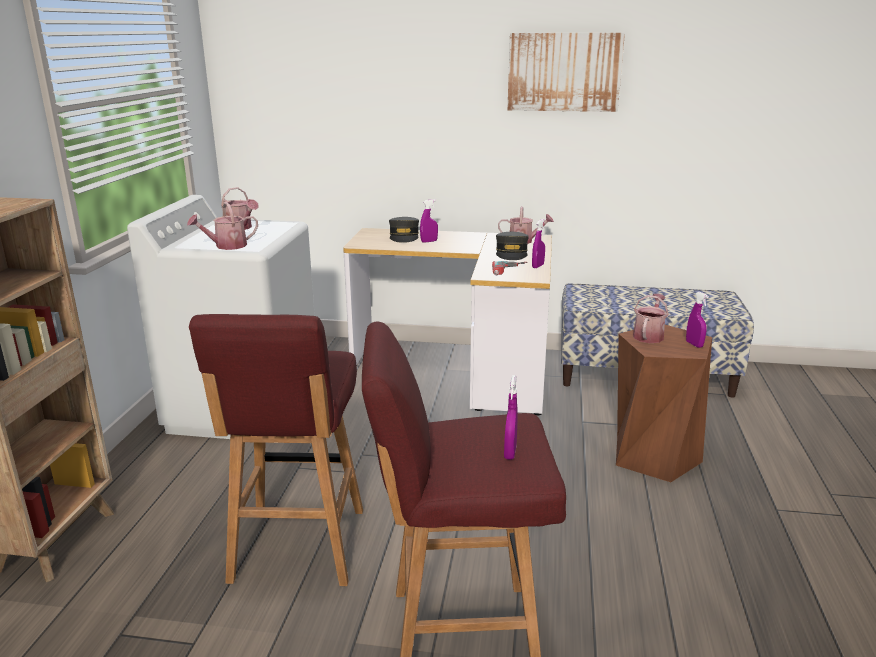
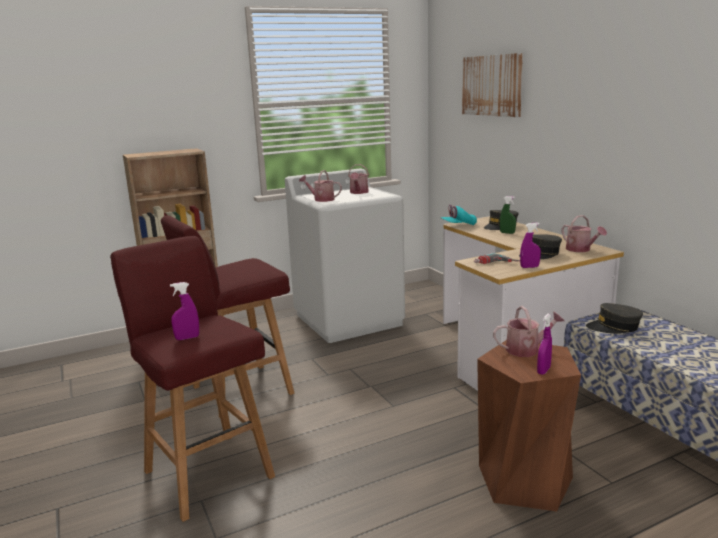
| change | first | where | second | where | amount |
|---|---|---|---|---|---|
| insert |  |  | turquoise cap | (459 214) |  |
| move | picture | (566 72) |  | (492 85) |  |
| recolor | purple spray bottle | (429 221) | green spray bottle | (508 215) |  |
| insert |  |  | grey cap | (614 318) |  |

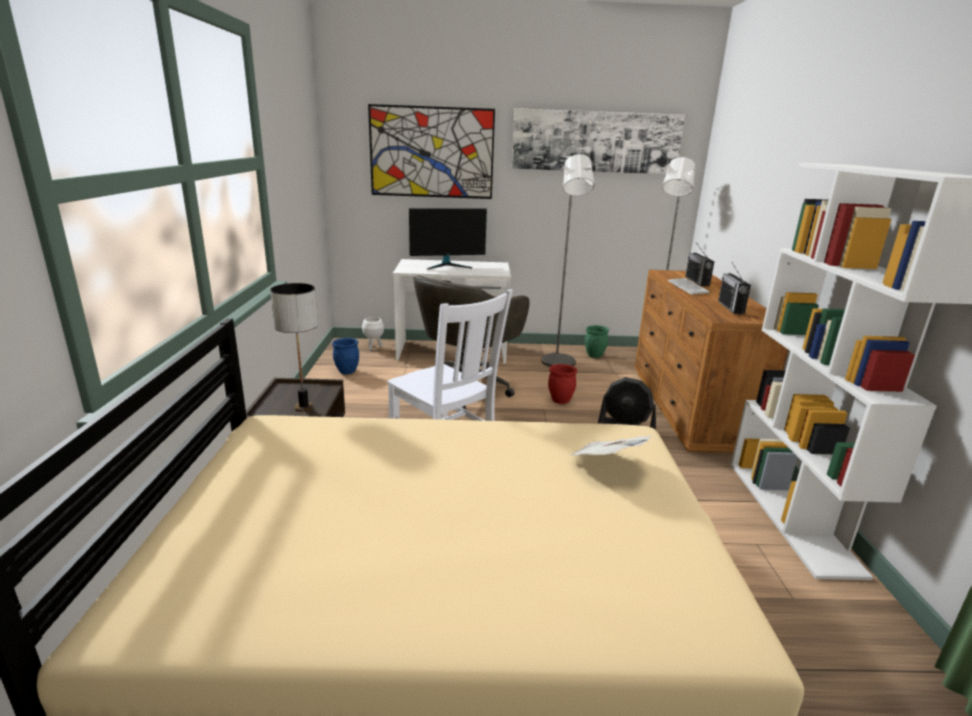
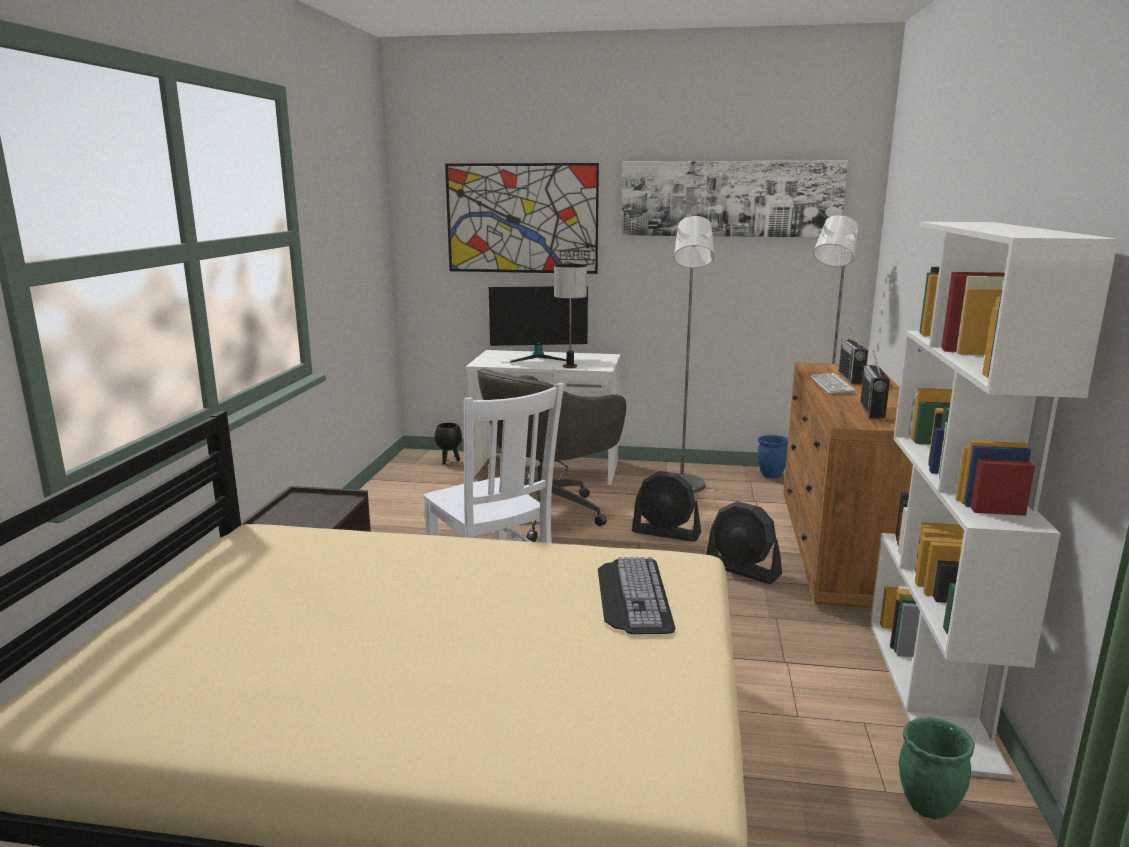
| change | first | where | second | where | amount |
|---|---|---|---|---|---|
| recolor | white planter | (373 333) | black planter | (448 443) |  |
| move | table lamp | (294 347) |  | (570 316) |  |
| replace | newspaper | (610 446) | keyboard | (636 595) |  |
| replace | red planter | (562 384) | black fan | (666 506) |  |
| move | blue planter | (345 356) |  | (772 456) |  |
| move | green planter | (597 341) |  | (937 768) |  |

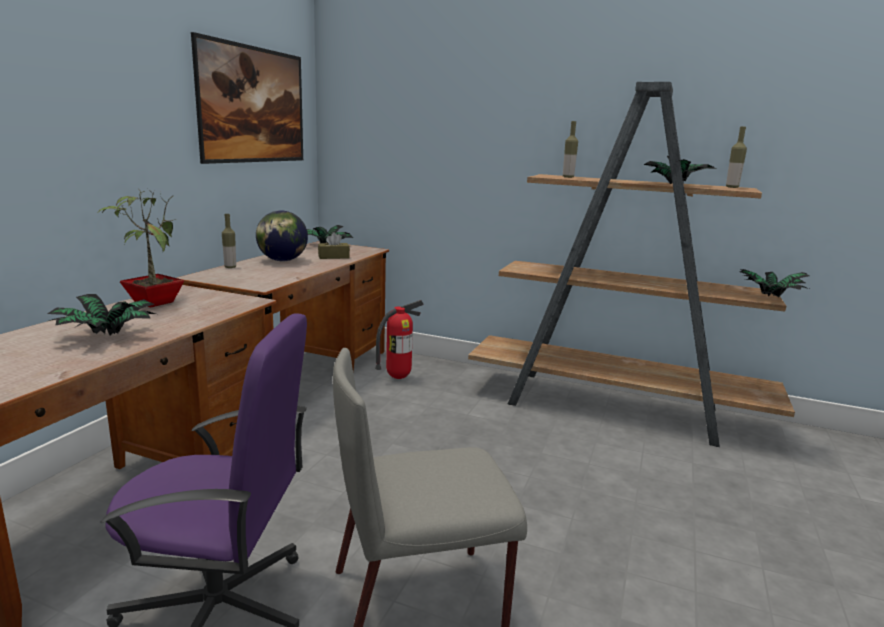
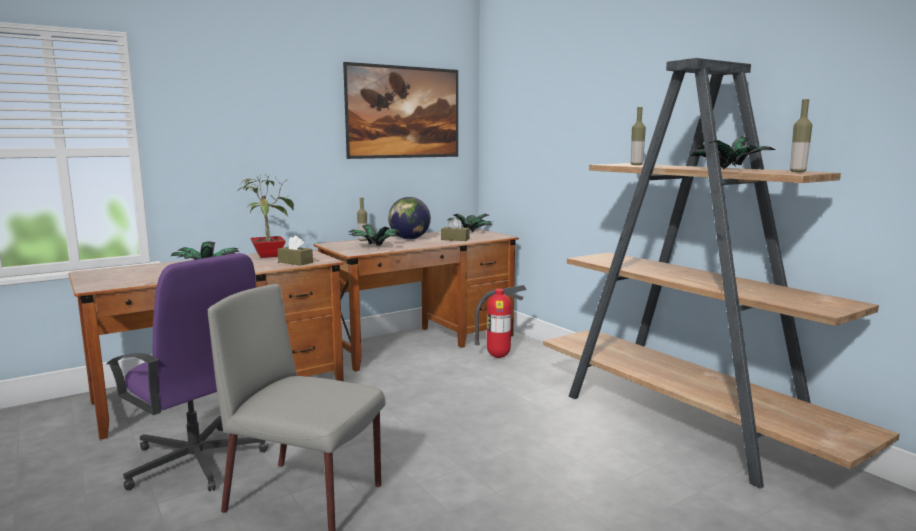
| change | first | where | second | where | amount |
|---|---|---|---|---|---|
| insert |  |  | brown tissue box | (295 250) |  |
| move | potted plant | (774 283) |  | (375 235) |  |

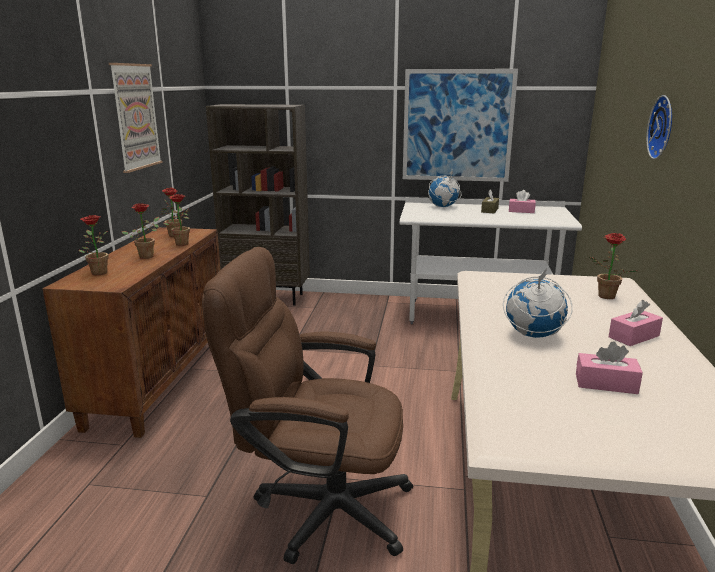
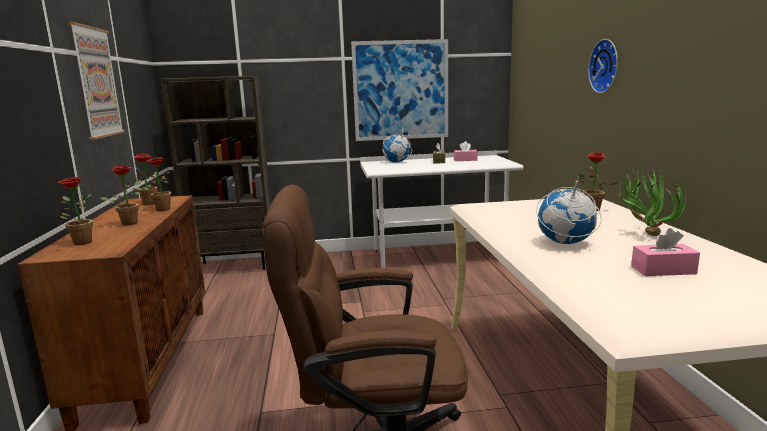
| change | first | where | second | where | amount |
|---|---|---|---|---|---|
| replace | pink tissue box | (636 323) | potted plant | (652 203) |  |

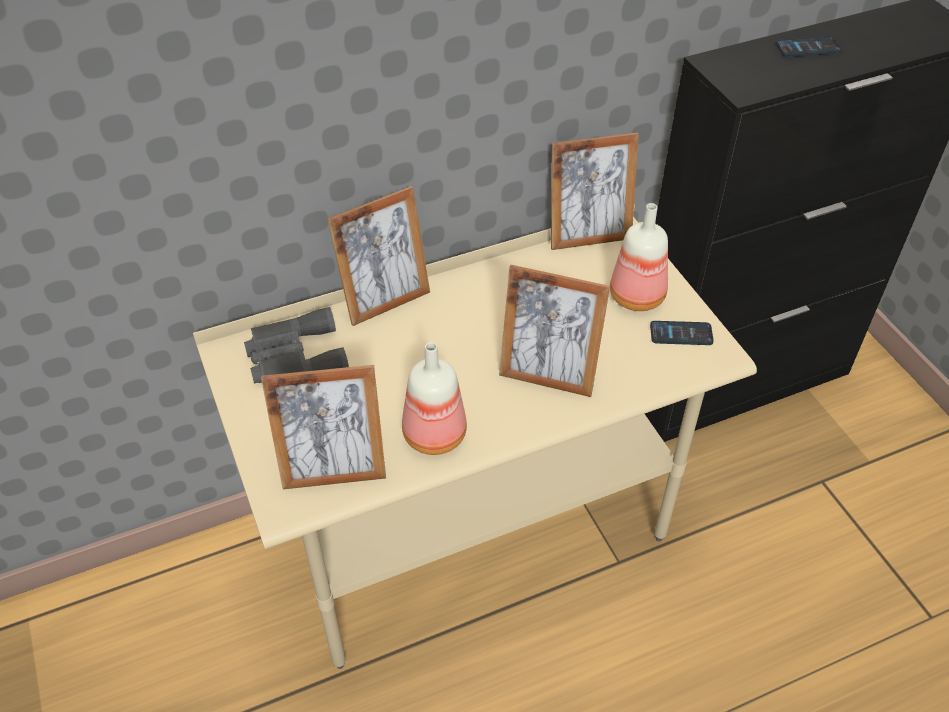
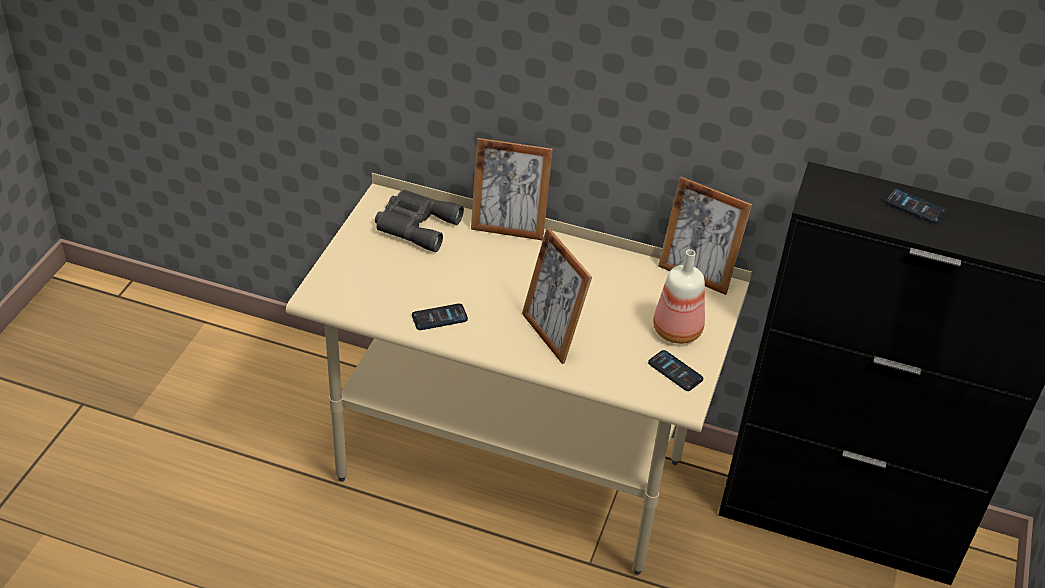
| change | first | where | second | where | amount |
|---|---|---|---|---|---|
| replace | bottle | (434 398) | phone | (440 317) |  |
| delete | picture frame | (323 427) |  |  |  |

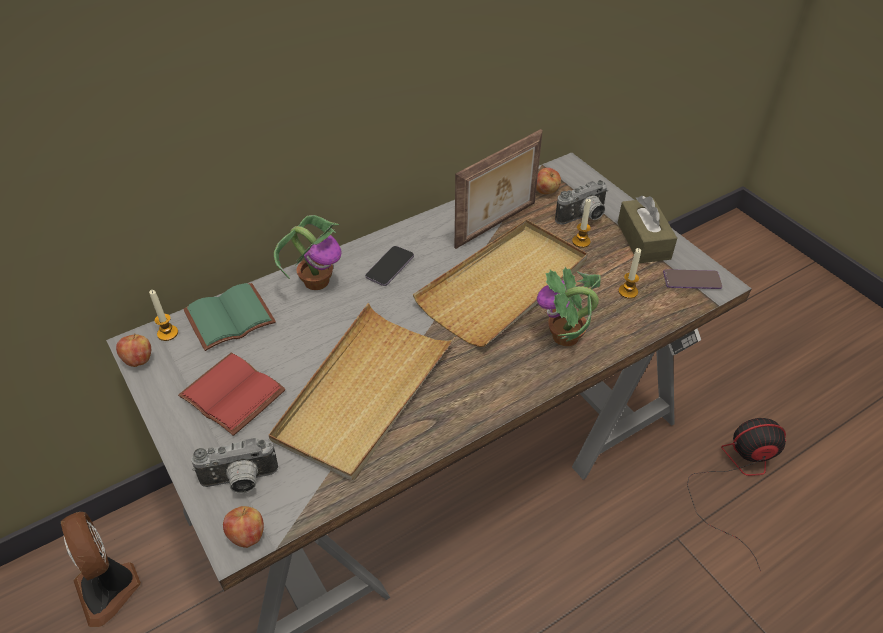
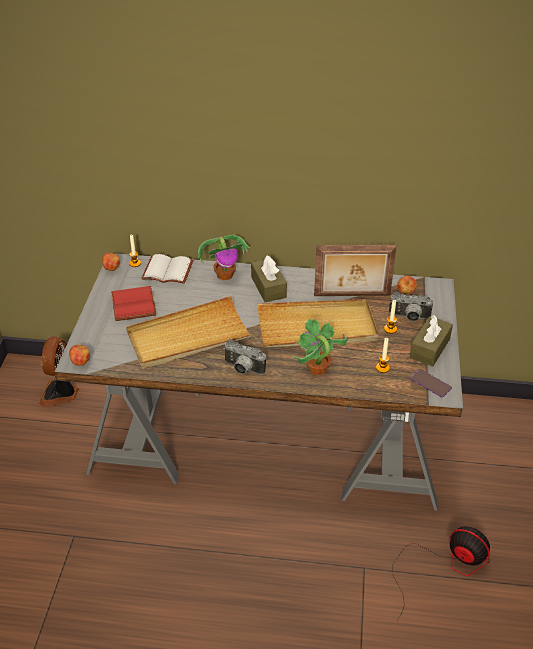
| change | first | where | second | where | amount |
|---|---|---|---|---|---|
| recolor | green book | (229 317) | white book | (167 269) |  |
| move | photo camera | (234 466) |  | (244 357) |  |
| replace | phone | (389 266) | brown tissue box | (269 278) |  |

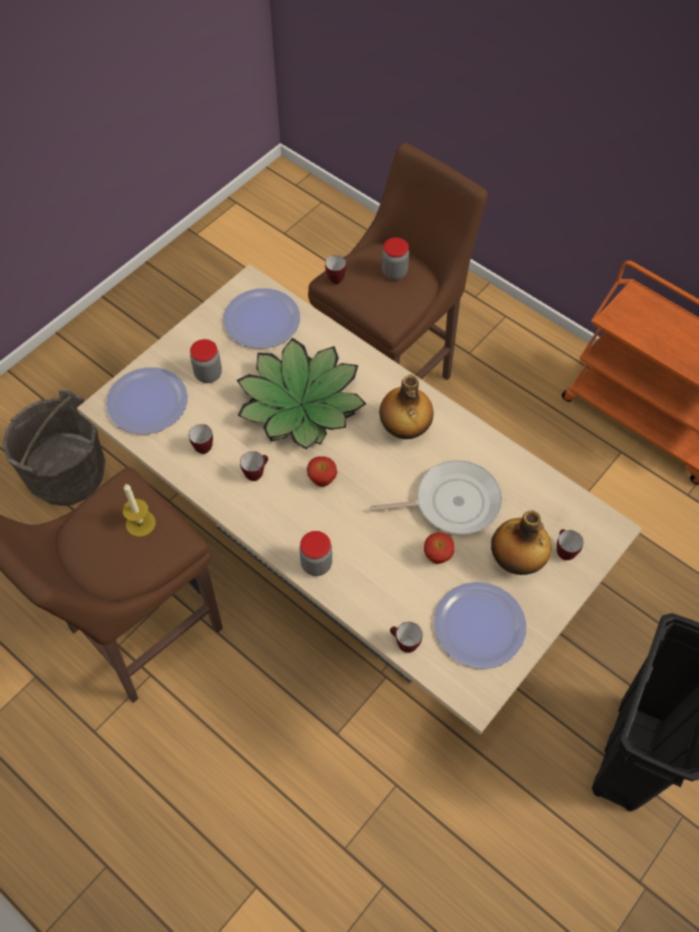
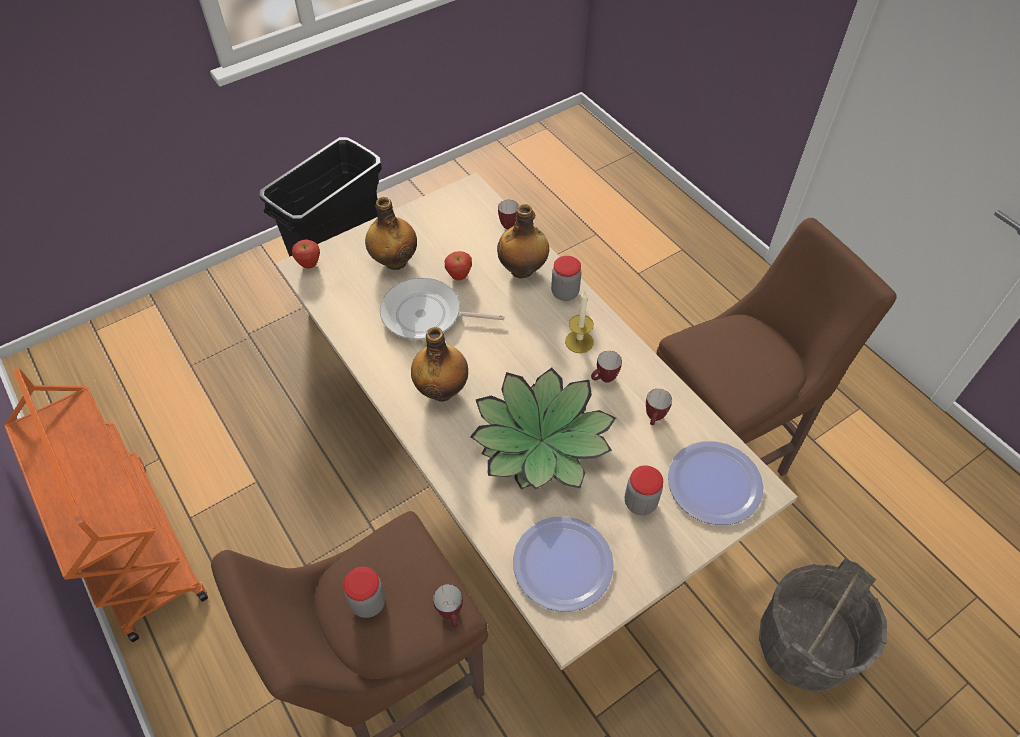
| change | first | where | second | where | amount |
|---|---|---|---|---|---|
| move | apple | (322 471) |  | (306 254) |  |
| insert |  |  | bottle | (523 241) |  |
| move | candle | (139 510) |  | (579 322) |  |
| delete | plate | (480 625) |  |  |  |
| delete | mug | (570 544) |  |  |  |

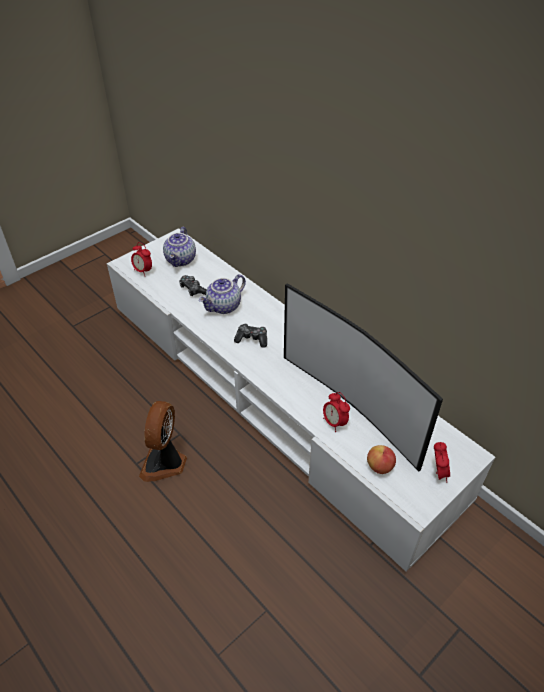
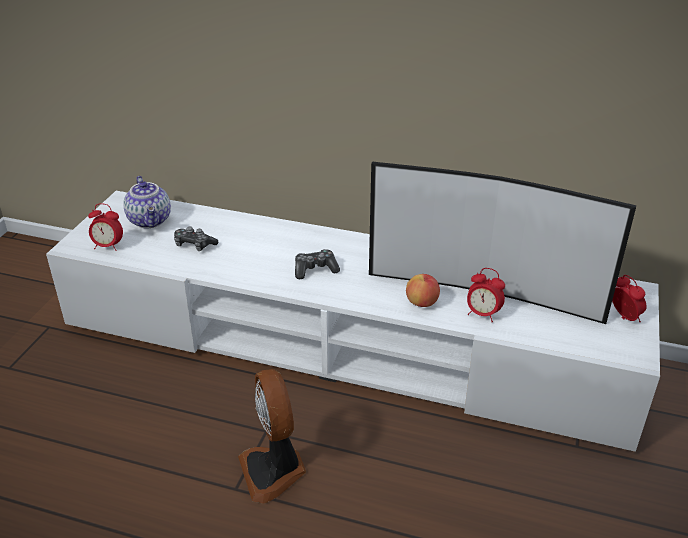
| change | first | where | second | where | amount |
|---|---|---|---|---|---|
| move | apple | (381 459) |  | (423 290) |  |
| delete | teapot | (222 294) |  |  |  |

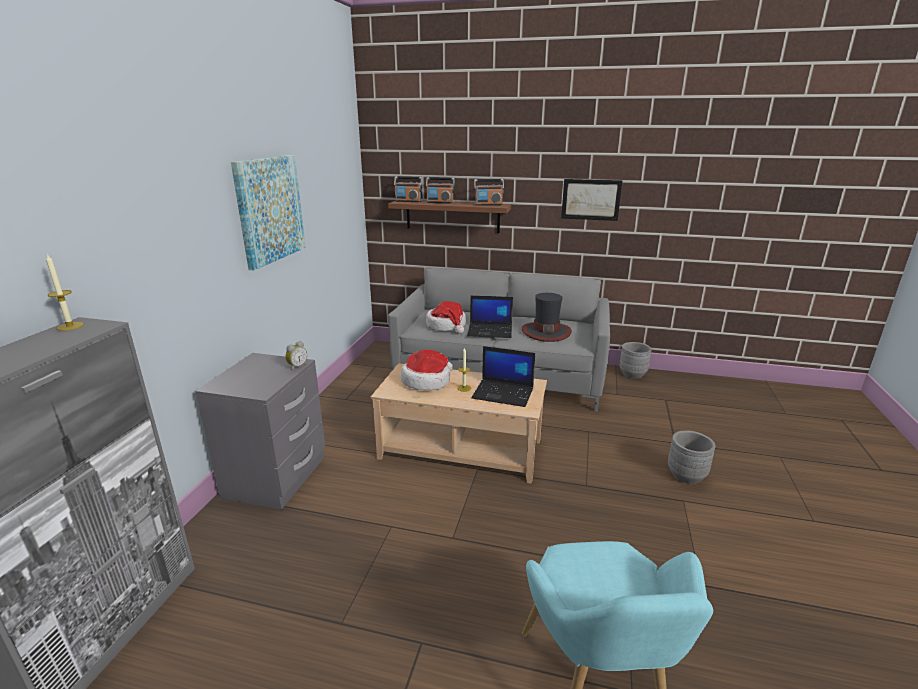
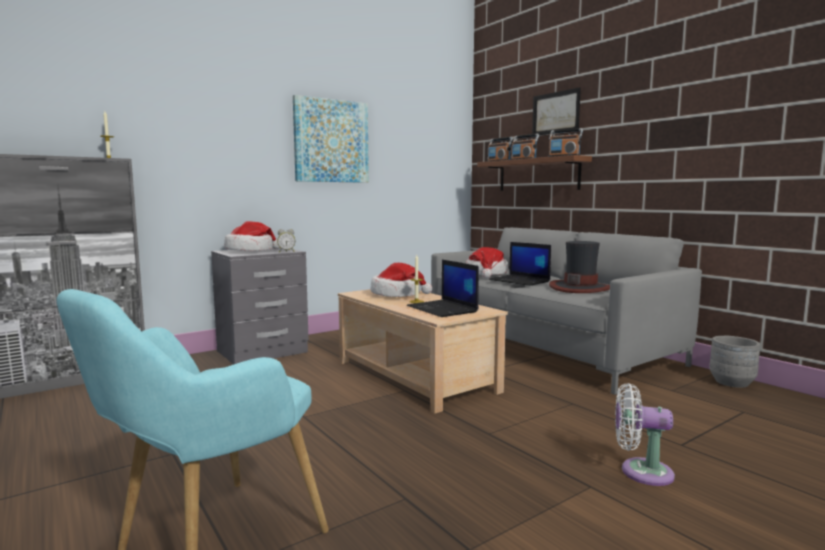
| change | first | where | second | where | amount |
|---|---|---|---|---|---|
| insert |  |  | hat | (252 236) |  |
| move | picture | (591 200) |  | (556 111) |  |
| replace | grey planter | (691 457) | white fan | (645 434) |  |

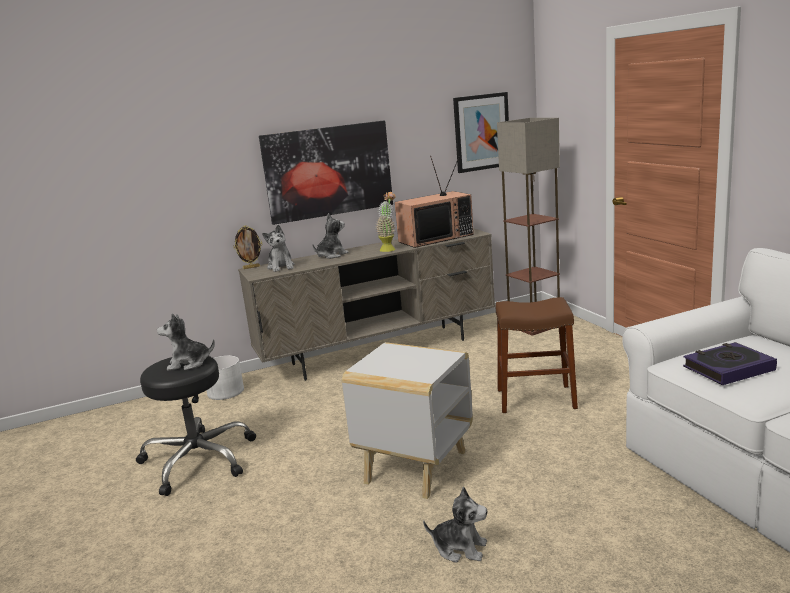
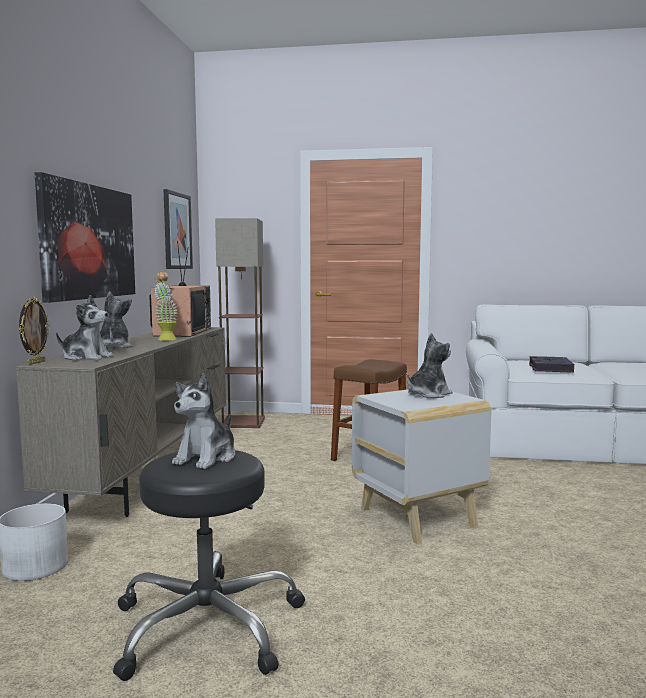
| change | first | where | second | where | amount |
|---|---|---|---|---|---|
| move | plush toy | (455 525) |  | (429 365) |  |

